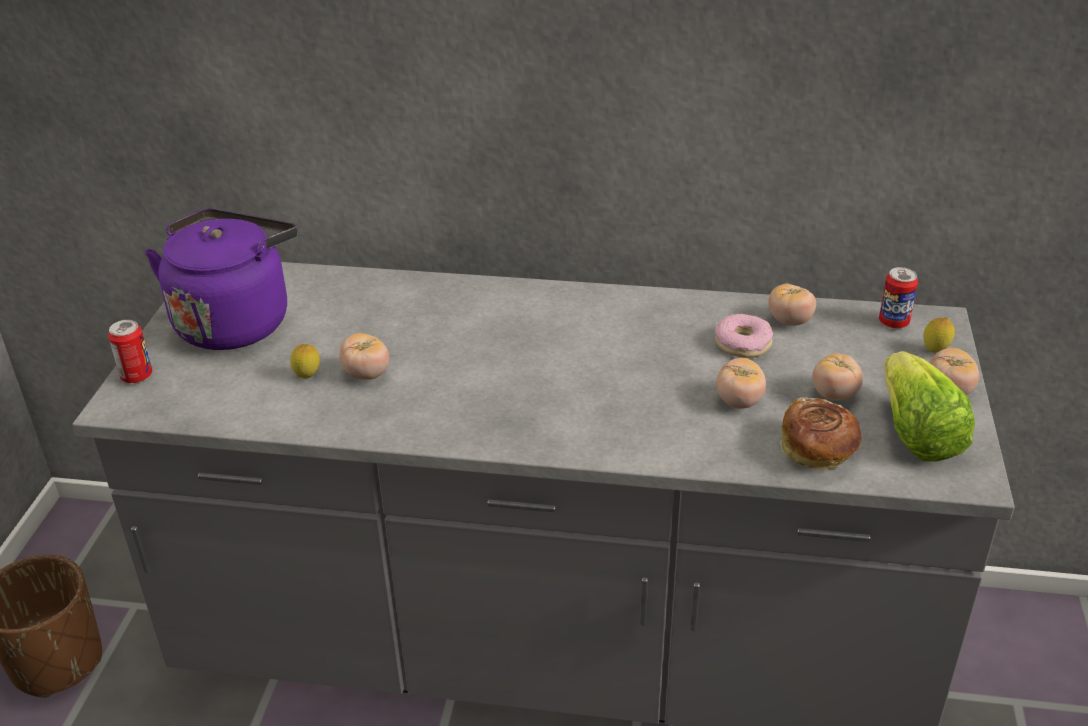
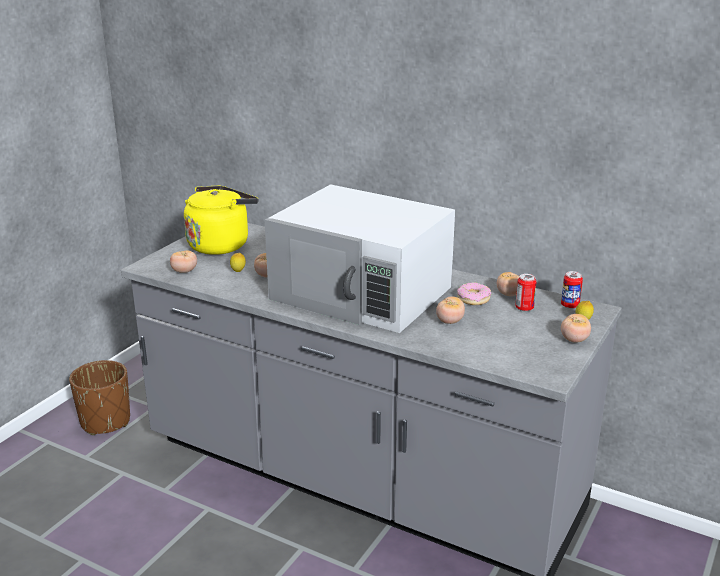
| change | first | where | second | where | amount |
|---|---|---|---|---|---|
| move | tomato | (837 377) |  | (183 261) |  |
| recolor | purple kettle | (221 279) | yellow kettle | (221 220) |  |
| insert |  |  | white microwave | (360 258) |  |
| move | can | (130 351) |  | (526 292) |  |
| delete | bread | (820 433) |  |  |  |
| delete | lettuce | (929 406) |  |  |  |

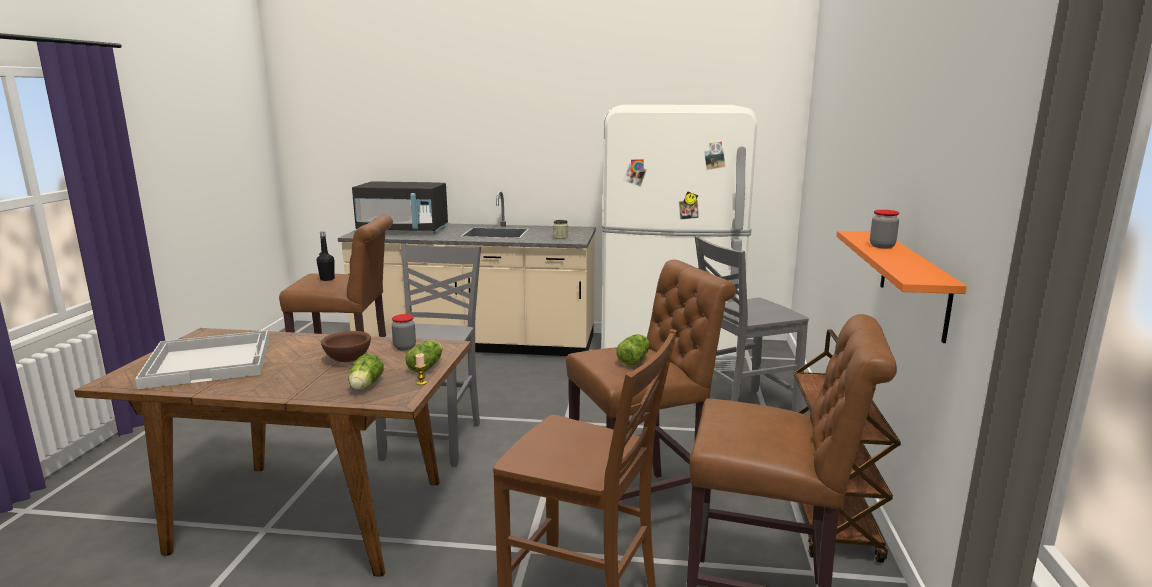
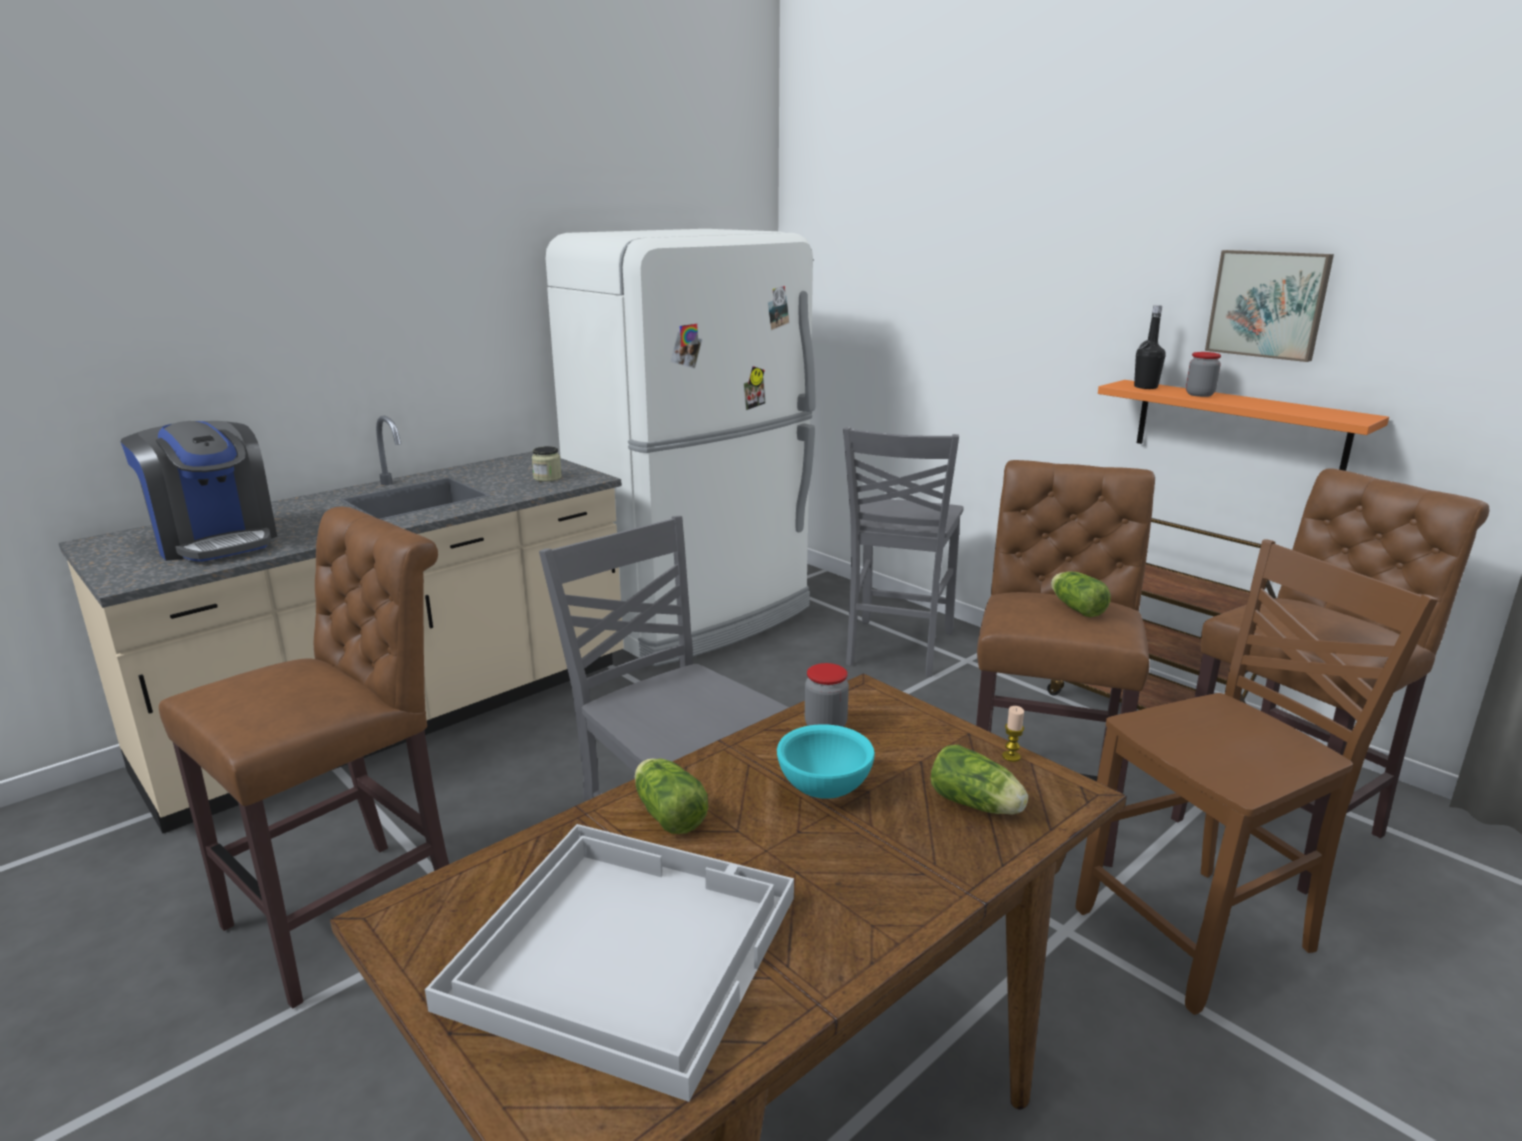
| change | first | where | second | where | amount |
|---|---|---|---|---|---|
| replace | black microwave | (400 207) | coffee machine | (199 491) |  |
| move | lettuce | (424 356) |  | (671 796) |  |
| recolor | brown bowl | (346 346) | turquoise bowl | (826 761) |  |
| move | black bottle | (326 256) |  | (1150 347) |  |
| insert |  |  | picture | (1269 306) |  |

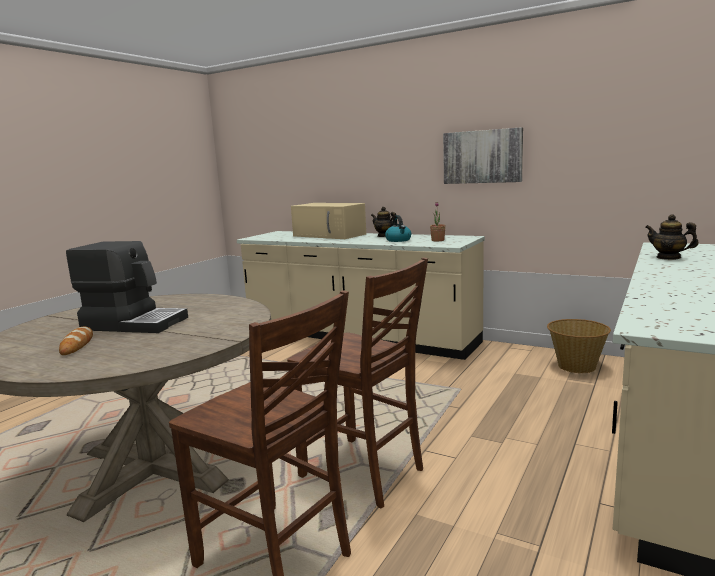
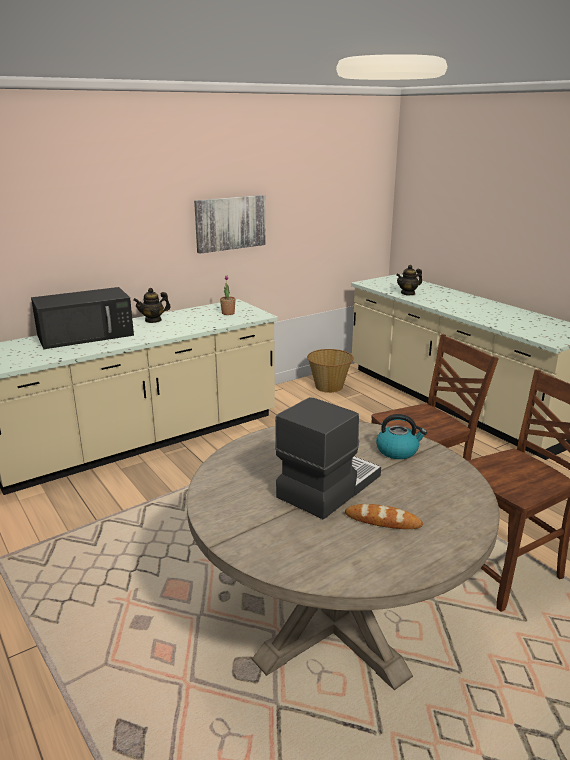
| change | first | where | second | where | amount |
|---|---|---|---|---|---|
| recolor | beige microwave | (328 221) | black microwave | (82 318) |  |
| move | kettle | (398 228) |  | (401 436) |  |

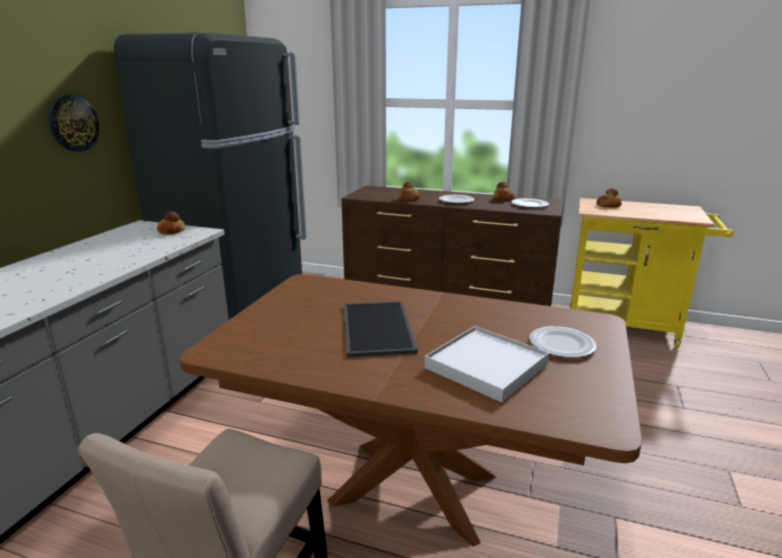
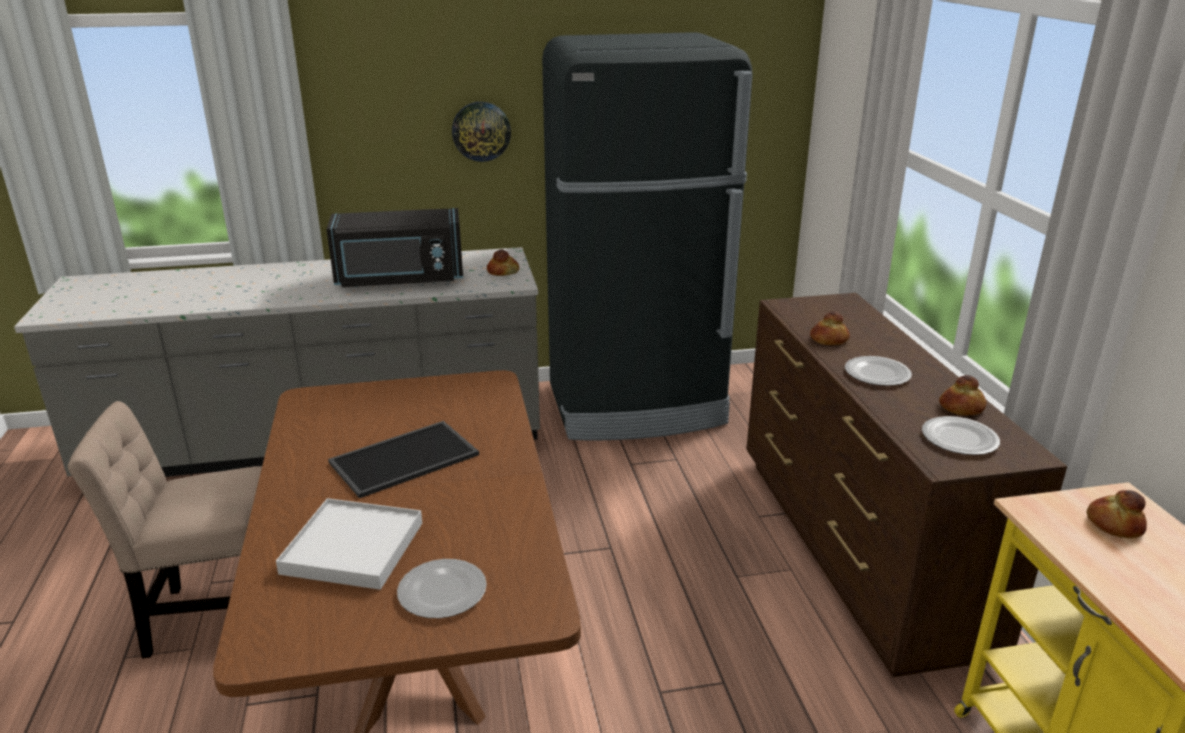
| change | first | where | second | where | amount |
|---|---|---|---|---|---|
| insert |  |  | black microwave | (394 247) |  |

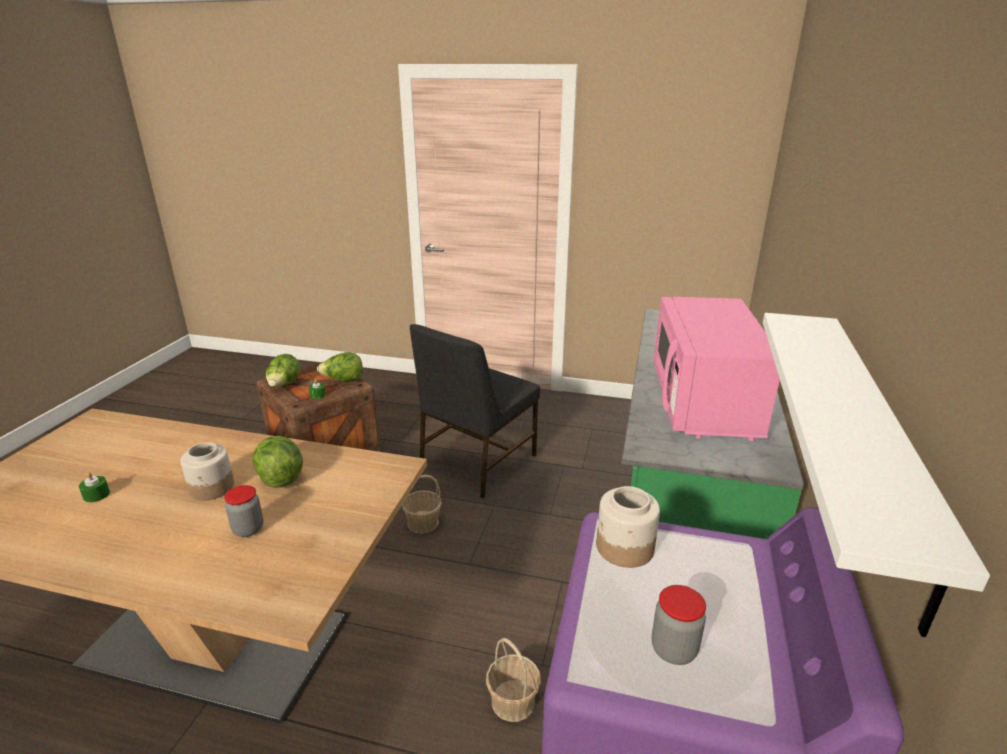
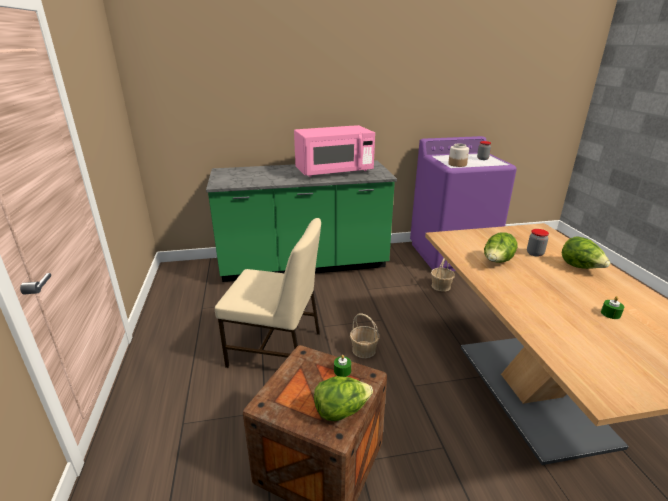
| change | first | where | second | where | amount |
|---|---|---|---|---|---|
| recolor | black chair | (475 411) | beige chair | (268 293) |  |
| move | lettuce | (340 367) |  | (586 252) |  |
| delete | jar | (207 471) |  |  |  |
| delete | white shelf | (876 475) |  |  |  |

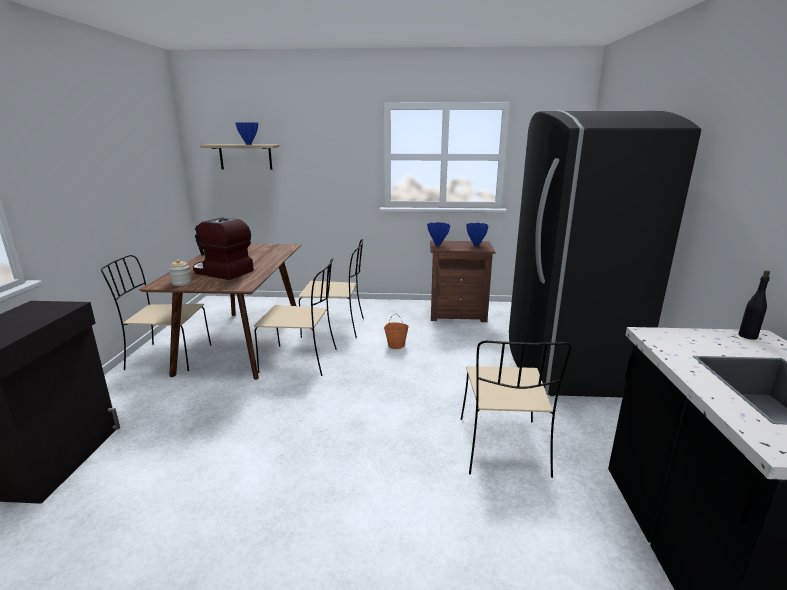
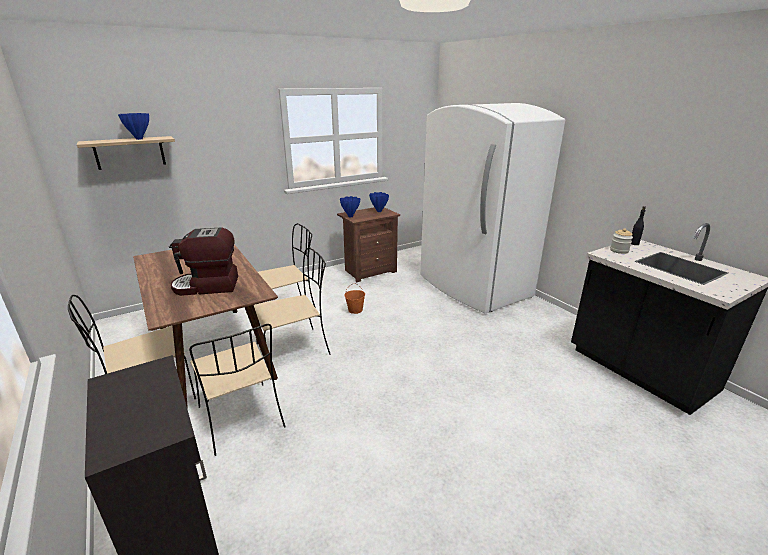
| change | first | where | second | where | amount |
|---|---|---|---|---|---|
| move | beige chair | (516 409) |  | (237 390) |  |
| recolor | black fridge | (605 254) | white fridge | (492 208) |  |
| move | jar | (180 272) |  | (621 241) |  |

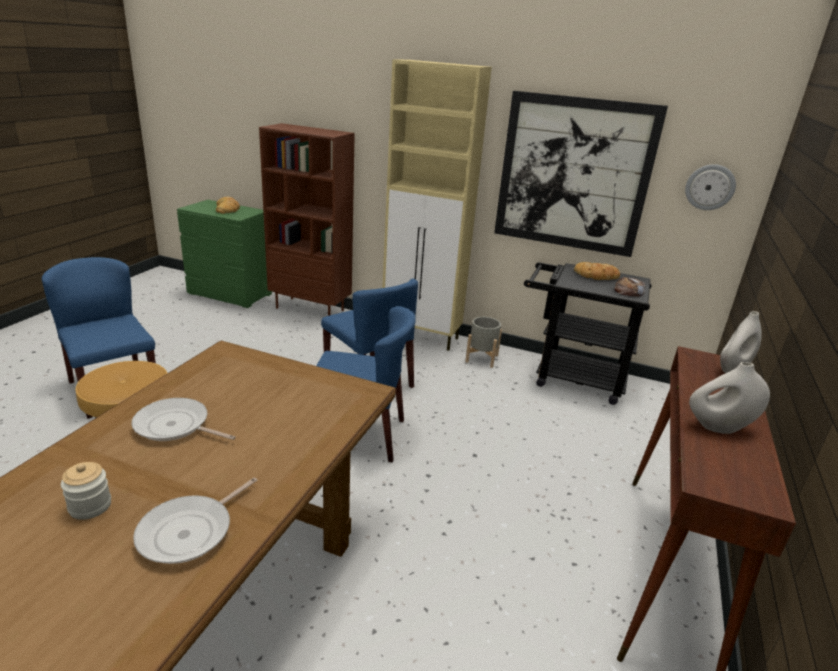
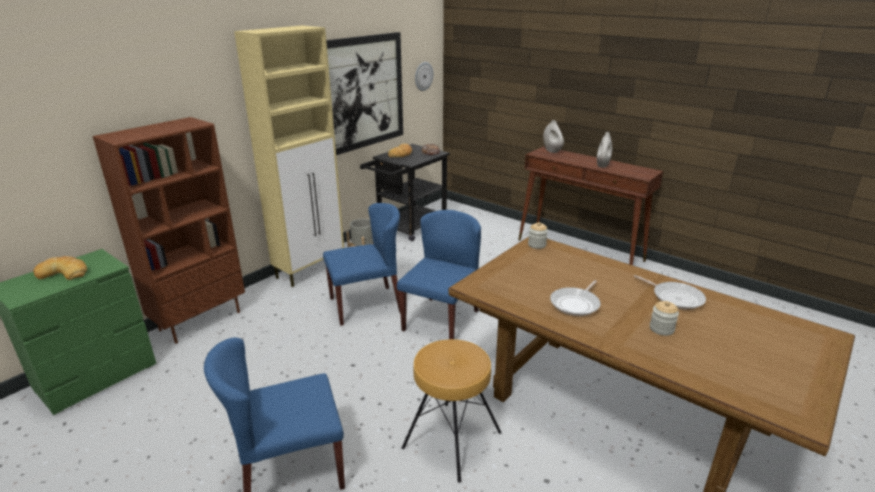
| change | first | where | second | where | amount |
|---|---|---|---|---|---|
| insert |  |  | jar | (538 235) |  |

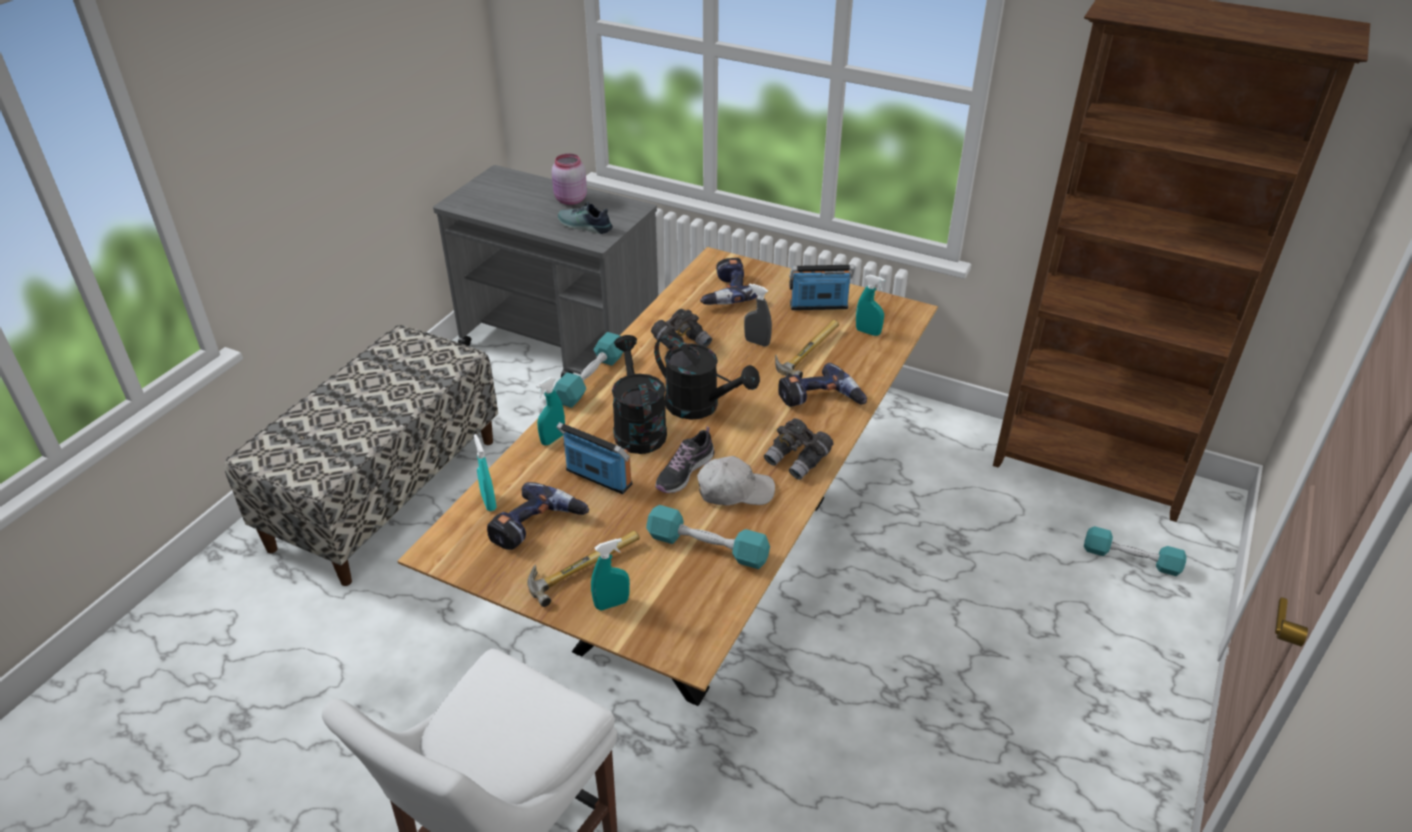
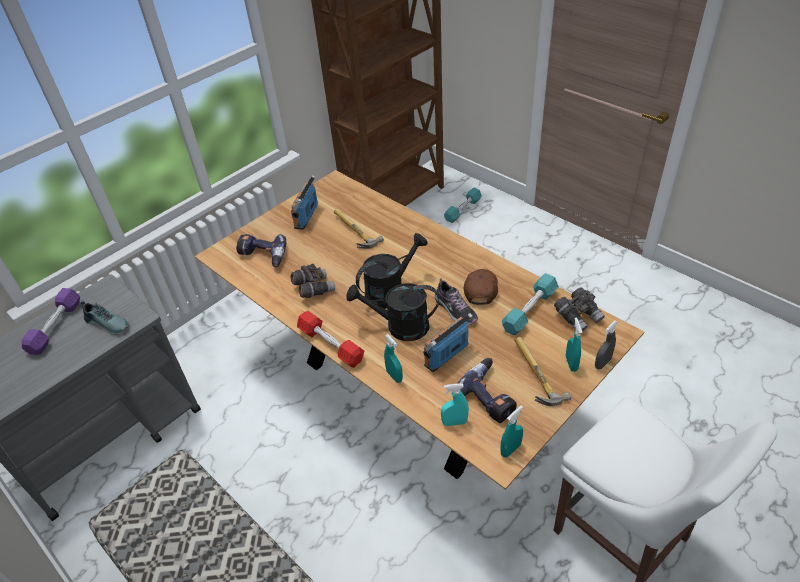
| change | first | where | second | where | amount |
|---|---|---|---|---|---|
| replace | pink jar | (569 179) | purple dumbbell | (51 321) |  |
| rotate | shoe | (585 218) |  | (105 318) | 105 degrees counterclockwise |
| recolor | turquoise dumbbell | (588 370) | red dumbbell | (330 339) |  |
| recolor | white cap | (736 481) | brown cap | (481 287) |  |
| move | turquoise spray bottle | (870 305) |  | (511 431) |  |
| move | grey binoculars | (798 449) |  | (579 309) |  |
| move | grey spray bottle | (758 315) |  | (606 345) |  |
| delete | power drill | (822 385) |  |  |  |

